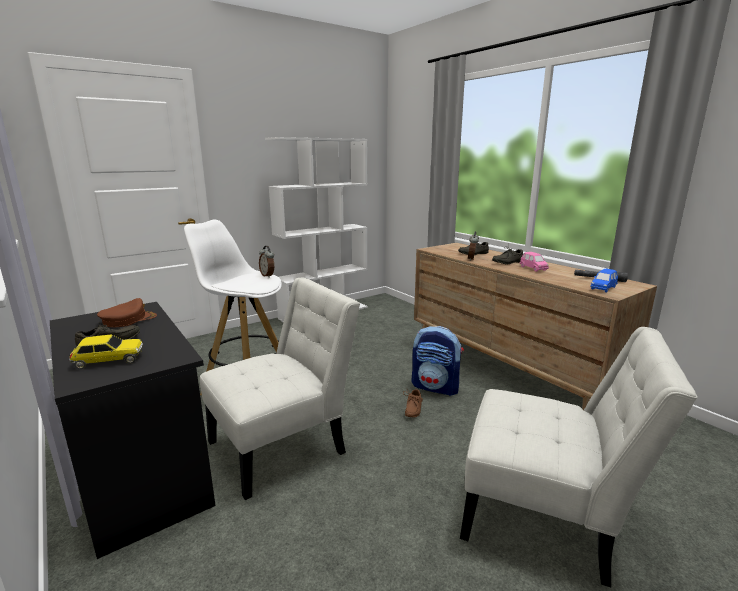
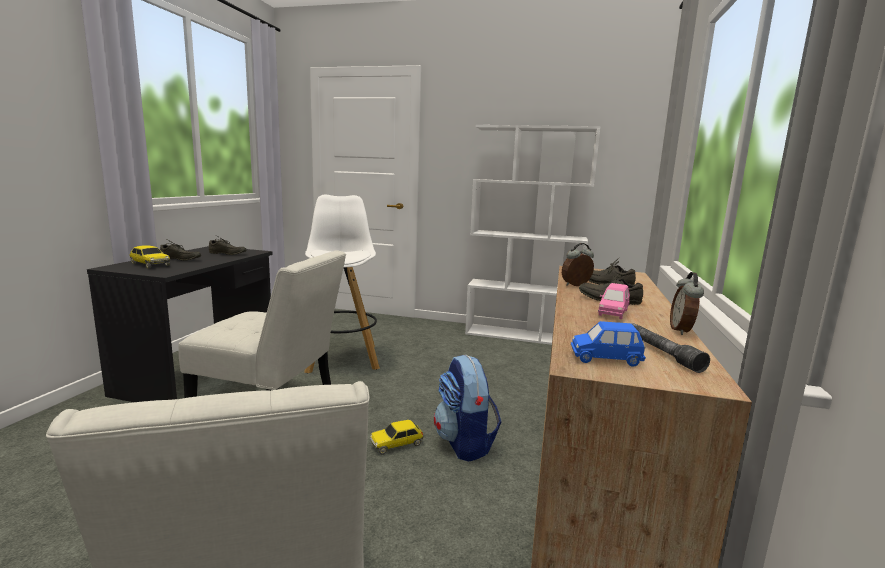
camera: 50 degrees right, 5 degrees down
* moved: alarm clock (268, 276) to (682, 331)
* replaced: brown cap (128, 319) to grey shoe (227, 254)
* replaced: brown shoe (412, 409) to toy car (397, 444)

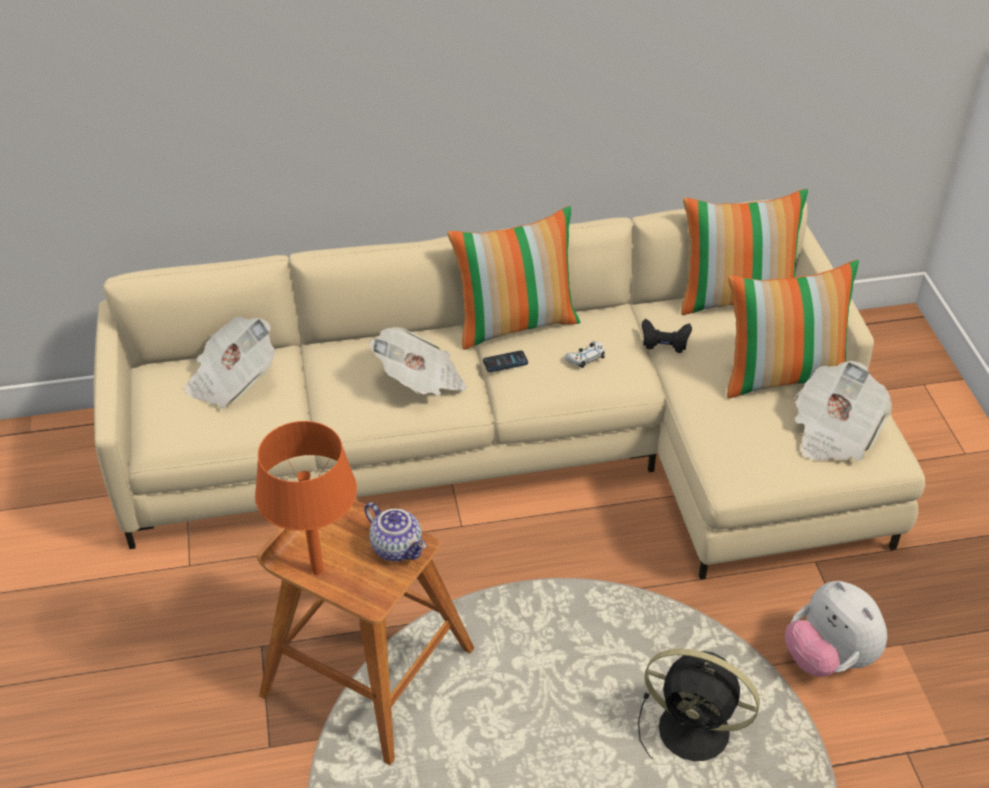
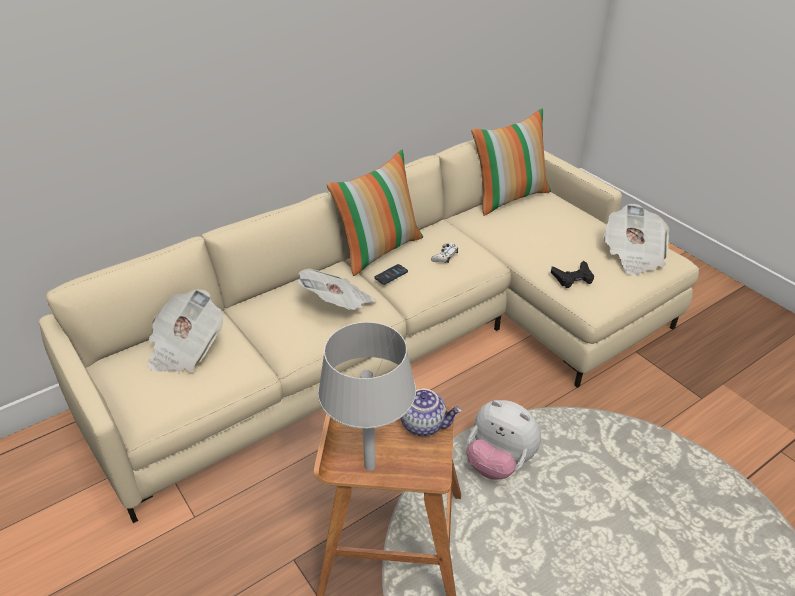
camera: 25 degrees left, 5 degrees down
* removed: pillow (783, 375)
* moved: black game controller (665, 340) to (573, 278)
* recoloured: orange table lamp (317, 569) to grey table lamp (370, 465)
* moved: plush toy (828, 658) to (499, 462)
* removed: black fan (697, 732)

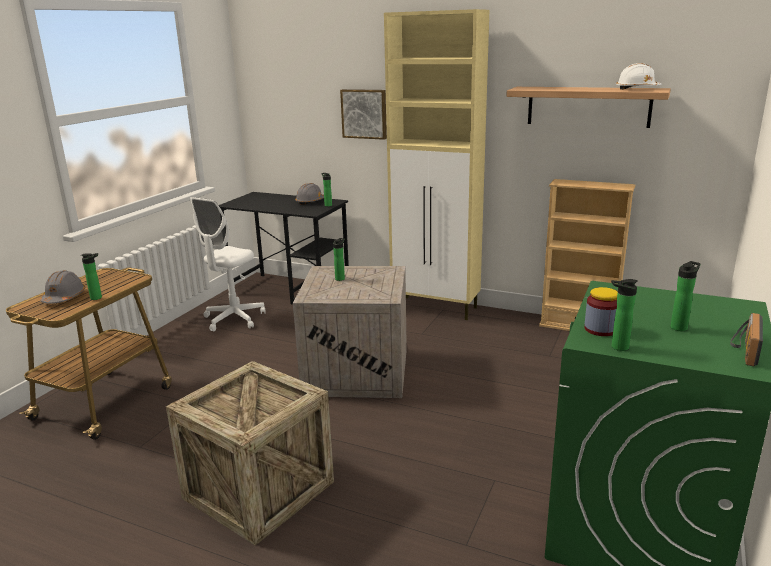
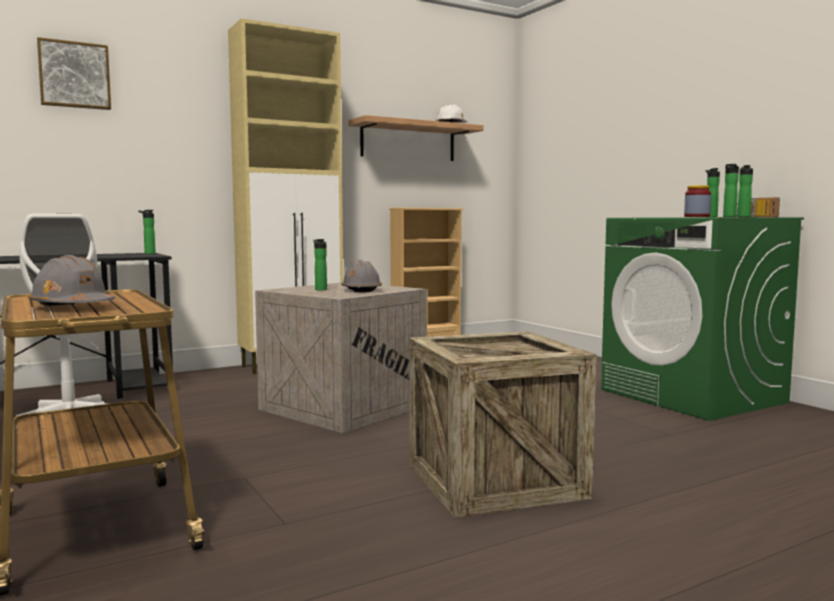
camera: 55 degrees left, 15 degrees down
* moved: picture (364, 113) to (74, 75)
* moved: grey hard hat (310, 202) to (361, 290)
* moved: bottle (98, 298) to (743, 217)

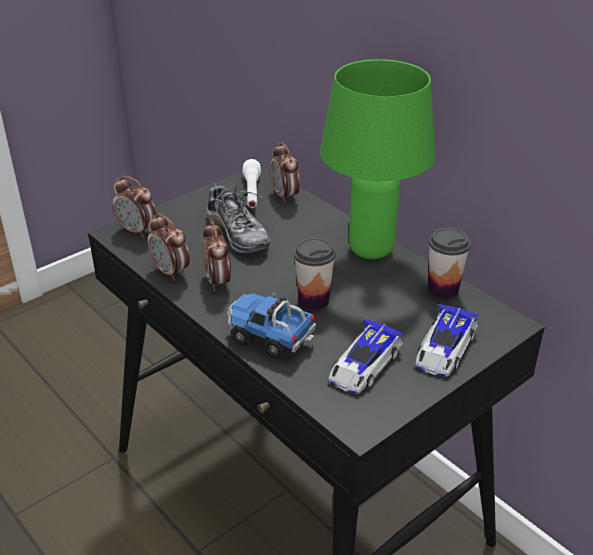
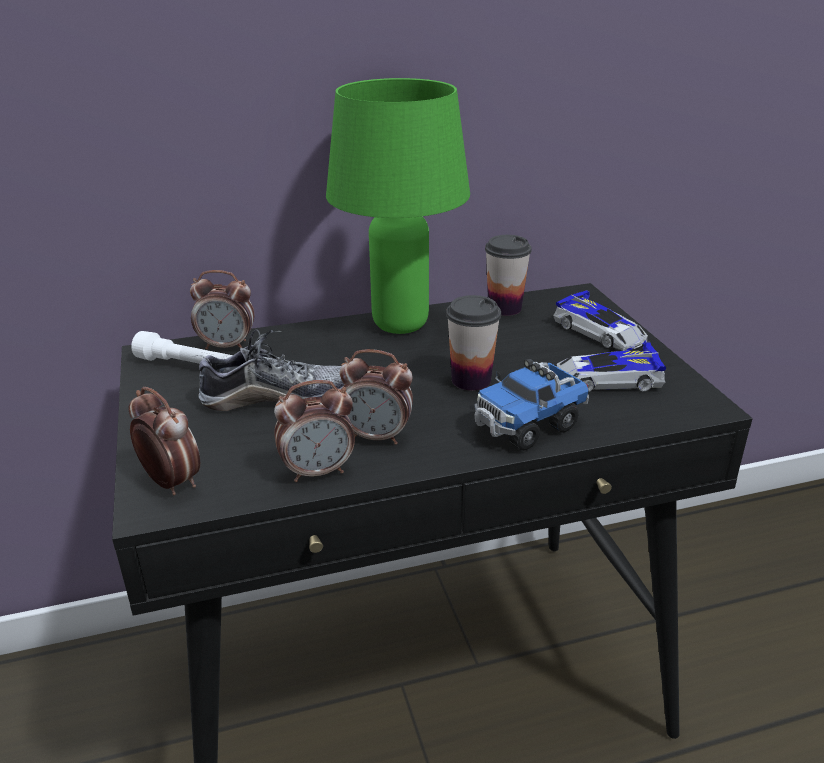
camera: 65 degrees left, 5 degrees down
* turned: alarm clock (137, 230) = (171, 482) 105 degrees counterclockwise
* turned: toy car (363, 365) = (607, 379) 120 degrees clockwise

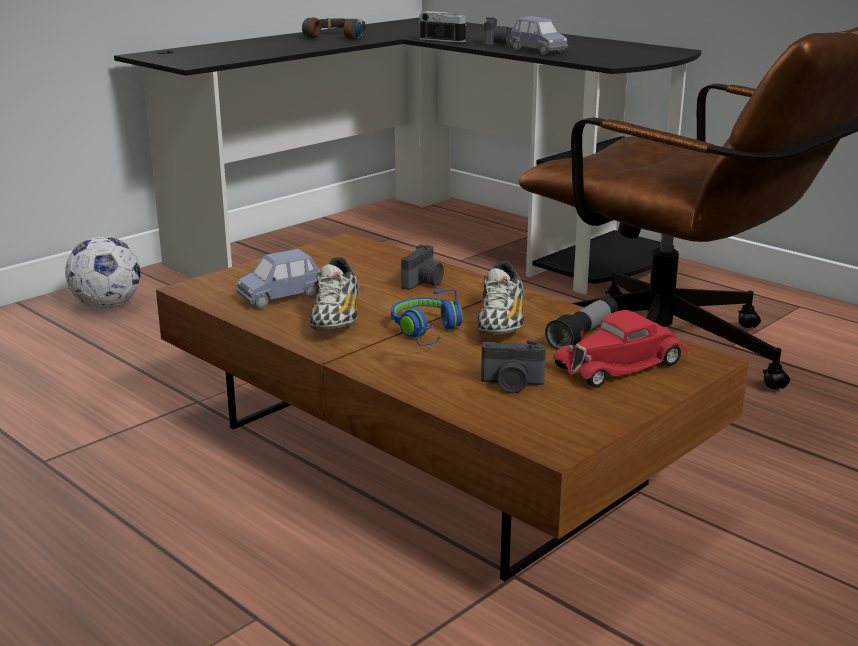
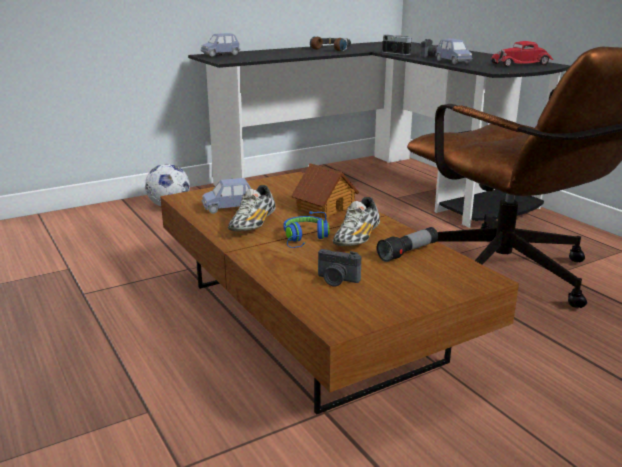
camera: 15 degrees right, 0 degrees up
* replaced: photo camera (424, 283) to toy house (324, 207)
* moved: red toy car (622, 364) to (521, 64)
* added: blue toy car (220, 54)

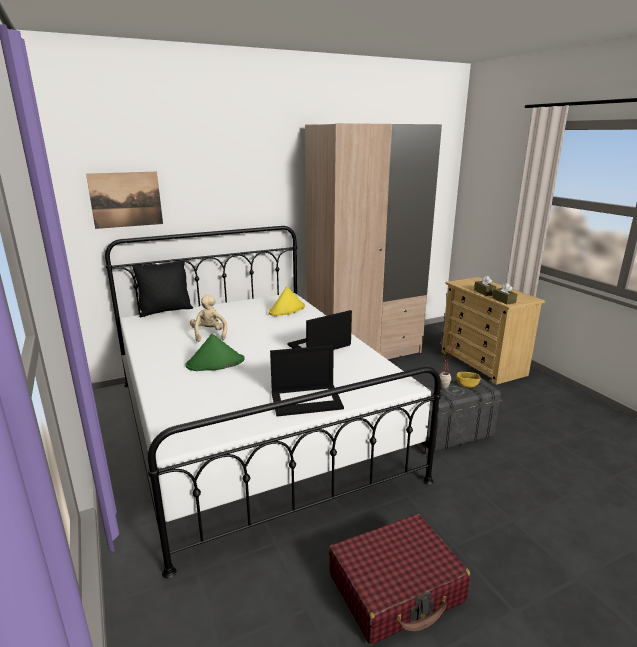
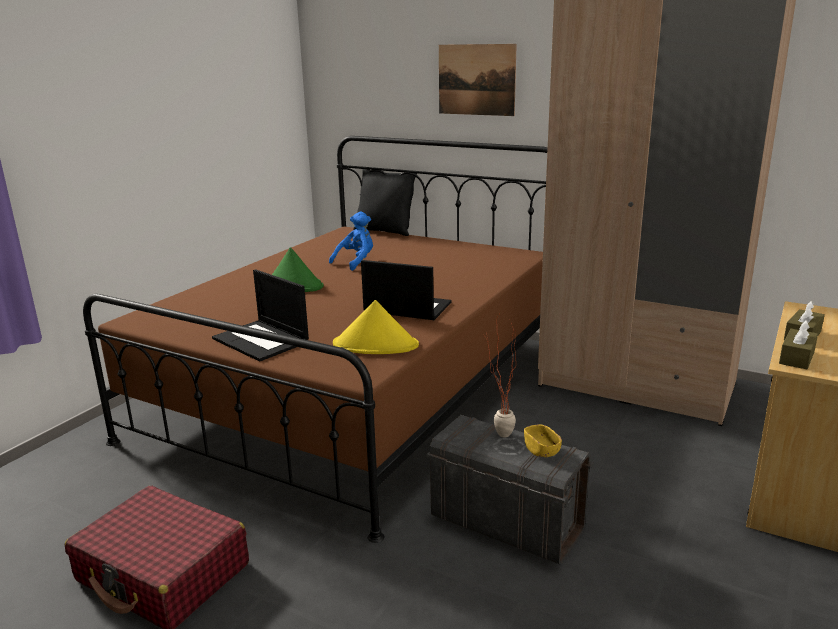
camera: 55 degrees right, 0 degrees up
* moved: picture (126, 199) to (476, 80)
* recoloured: white bed (254, 425) to brown bed (358, 388)
* moved: yellow hat (287, 310) to (376, 345)
* recoloured: beige plush toy (209, 335) to blue plush toy (356, 262)

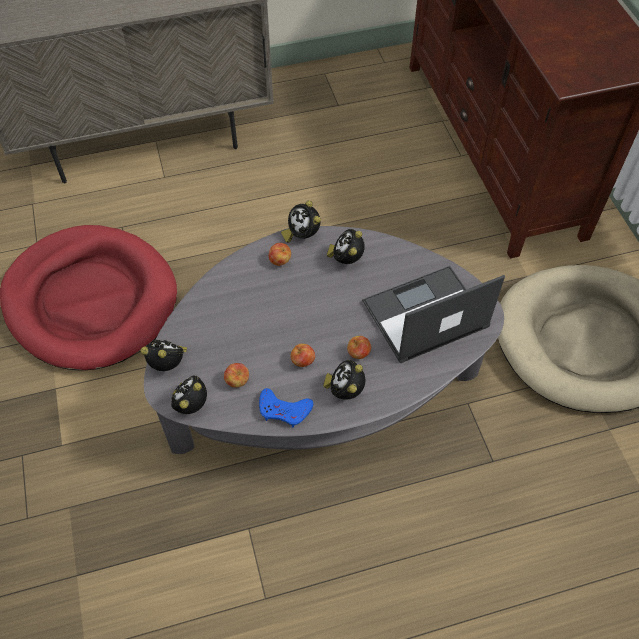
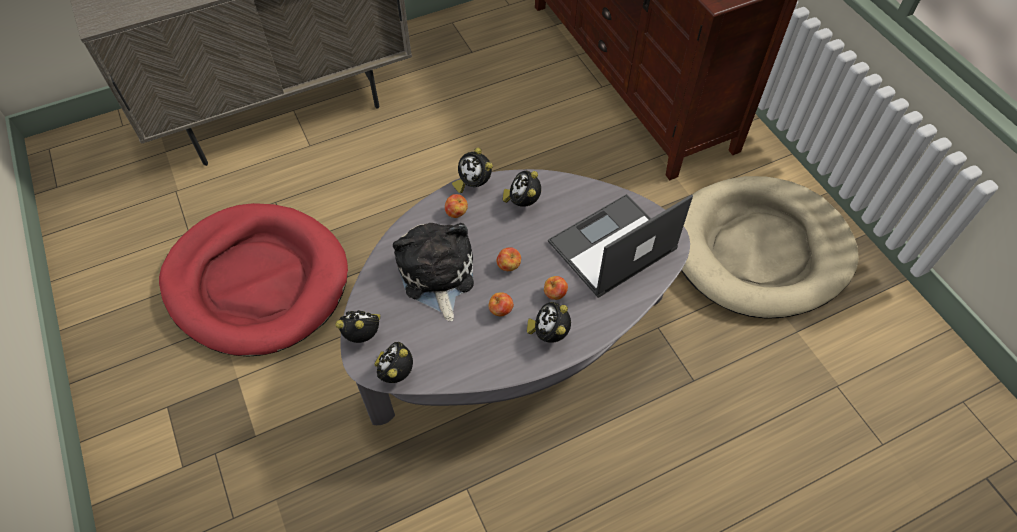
camera: 10 degrees left, 0 degrees up
* moved: apple (237, 381) to (508, 266)
* removed: blue game controller (284, 410)
* added: plush toy (436, 276)

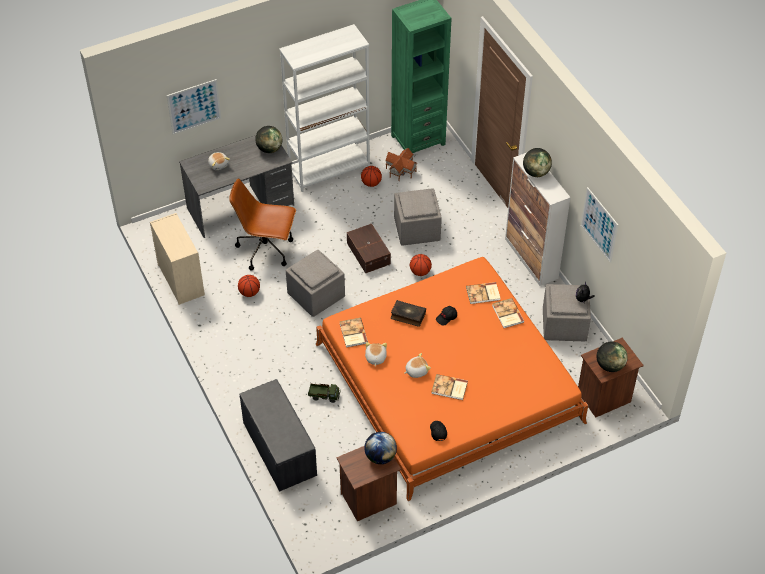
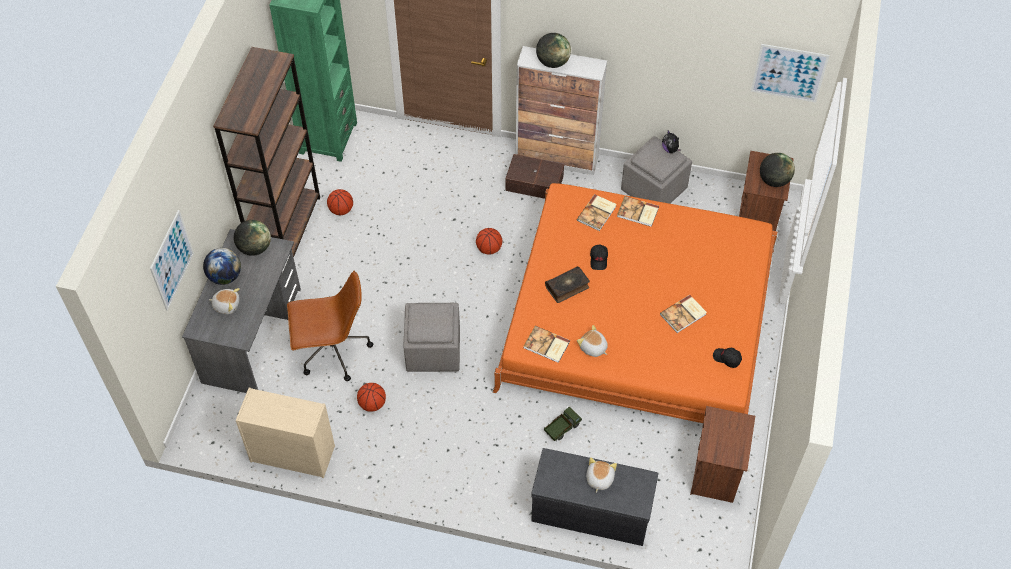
camera: 50 degrees left, 5 degrees up
* recoloured: white bookcase (329, 169) to brown bookcase (286, 230)
* removed: toy house (400, 170)
* turned: brown office chair (266, 250) = (332, 352) 150 degrees counterclockwise
* moved: picture (599, 224) to (789, 73)
* removed: grey ottoman (416, 230)
* moved: brown storage box (369, 253) to (534, 182)
* moved: plush toy (416, 371) to (599, 479)
* moved: globe (380, 456) to (225, 276)

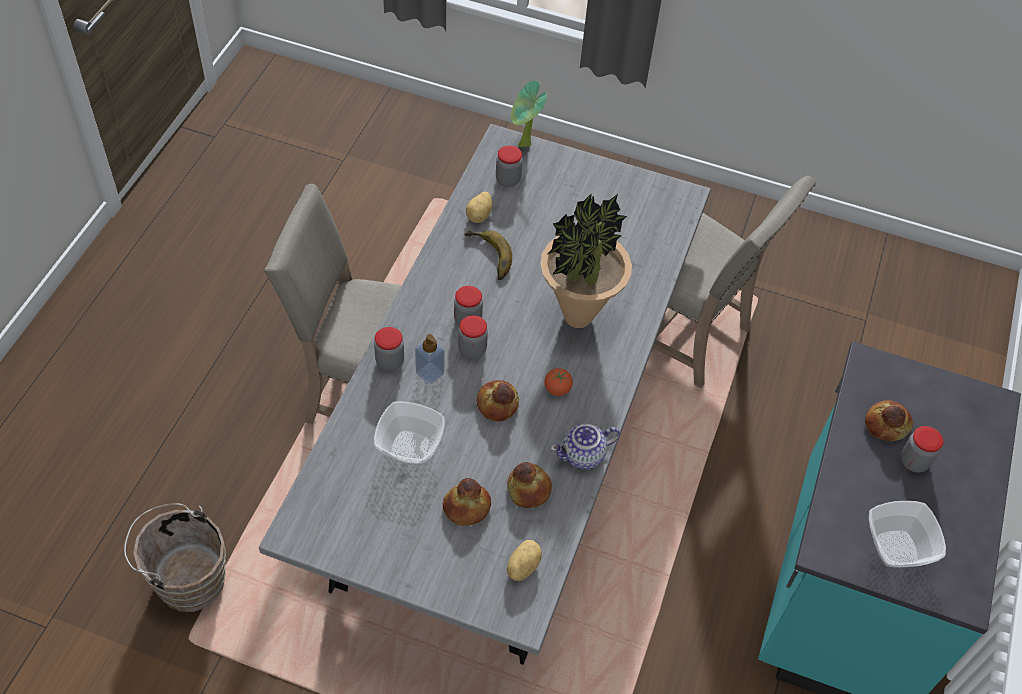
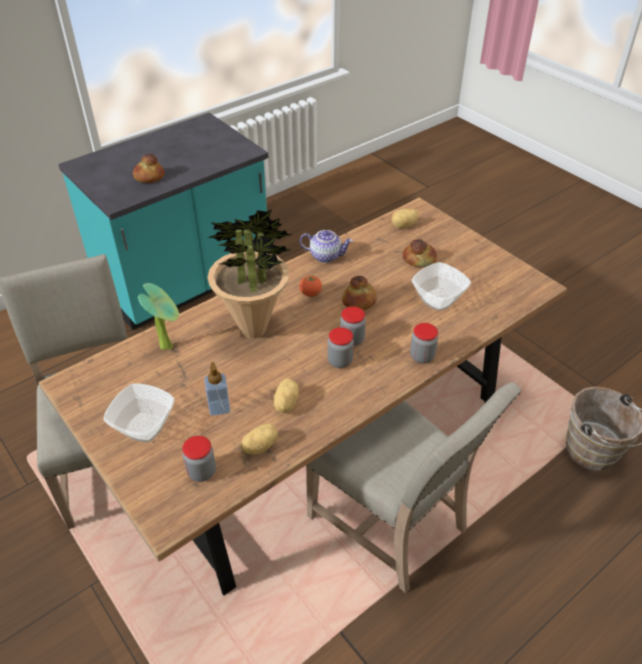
camera: 145 degrees left, 10 degrees down
* moved: potted plant (524, 146) to (168, 345)
* recoloured: grey dining table (503, 450) to brown dining table (320, 436)
* replaced: banana (487, 258) to potato (285, 403)
* moved: soap dispenser (430, 373) to (219, 407)
* removed: jar (914, 461)
* removed: bread (529, 489)
* moved: bowl (895, 548) to (144, 428)

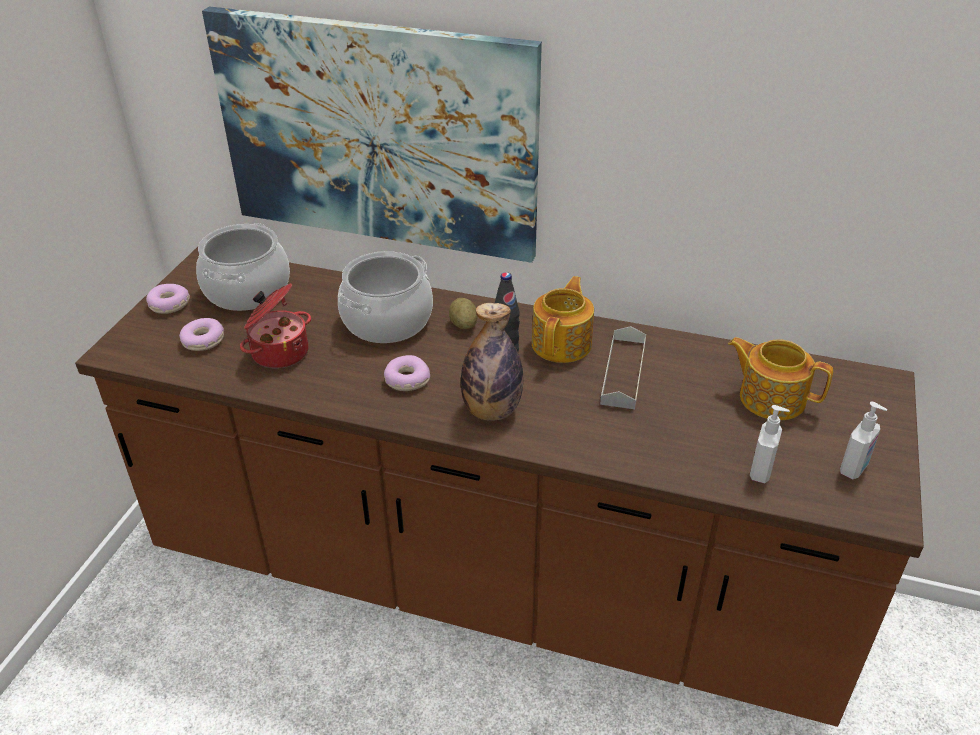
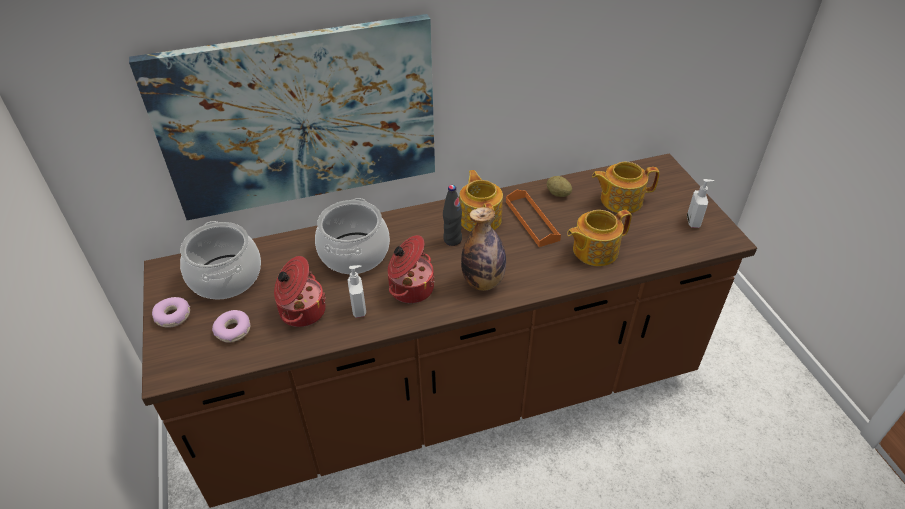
camera: 35 degrees left, 5 degrees up
* moved: potato (463, 324) to (558, 194)
* recoloured: grey tray (623, 372) to orange tray (532, 220)
* replaced: donut (406, 380) to cooking pot (410, 288)
* moved: soap dispenser (762, 472) to (359, 309)
* added: teapot (594, 250)

